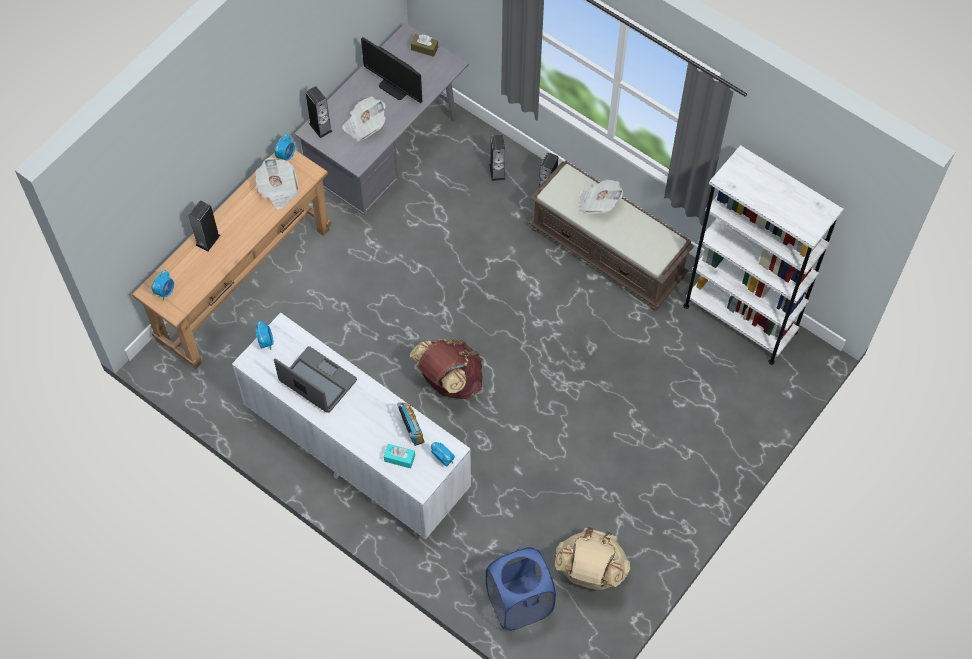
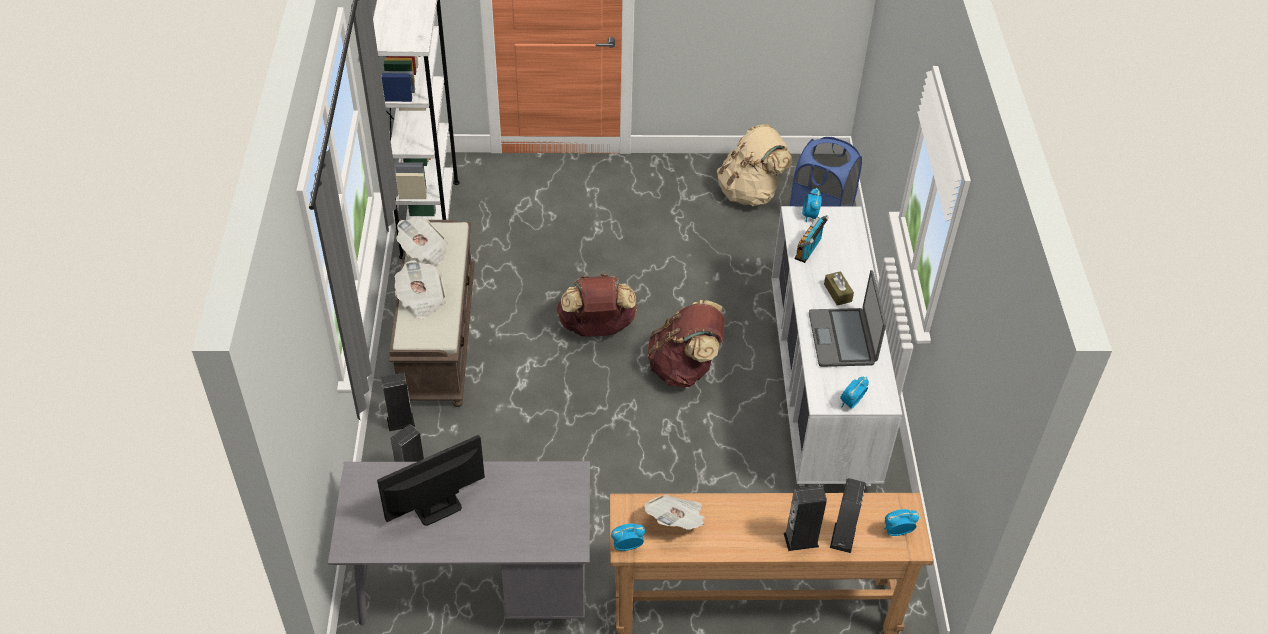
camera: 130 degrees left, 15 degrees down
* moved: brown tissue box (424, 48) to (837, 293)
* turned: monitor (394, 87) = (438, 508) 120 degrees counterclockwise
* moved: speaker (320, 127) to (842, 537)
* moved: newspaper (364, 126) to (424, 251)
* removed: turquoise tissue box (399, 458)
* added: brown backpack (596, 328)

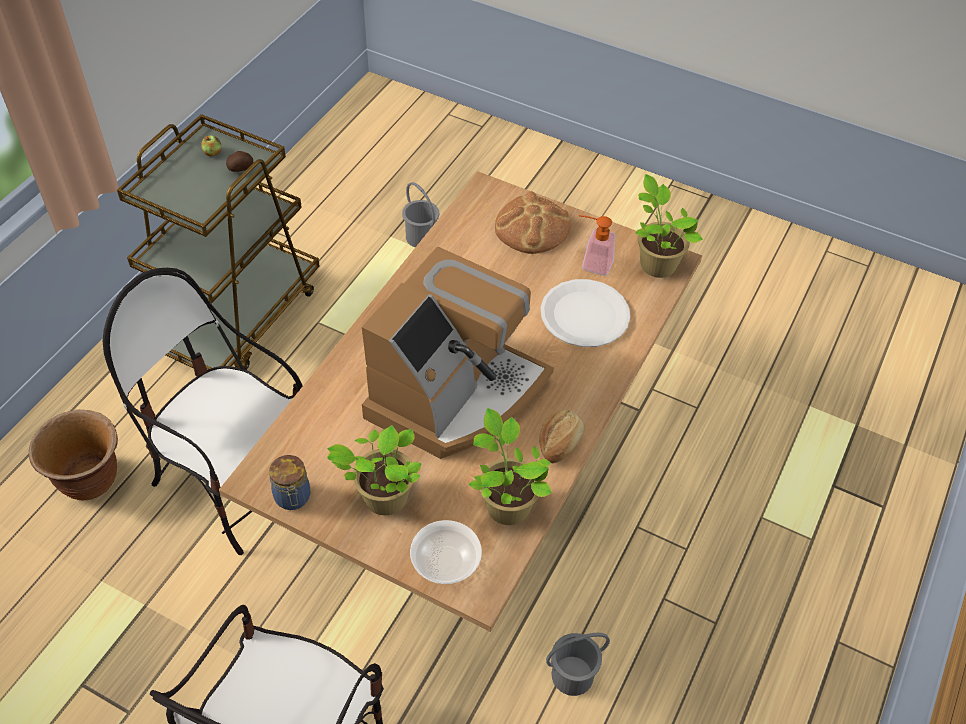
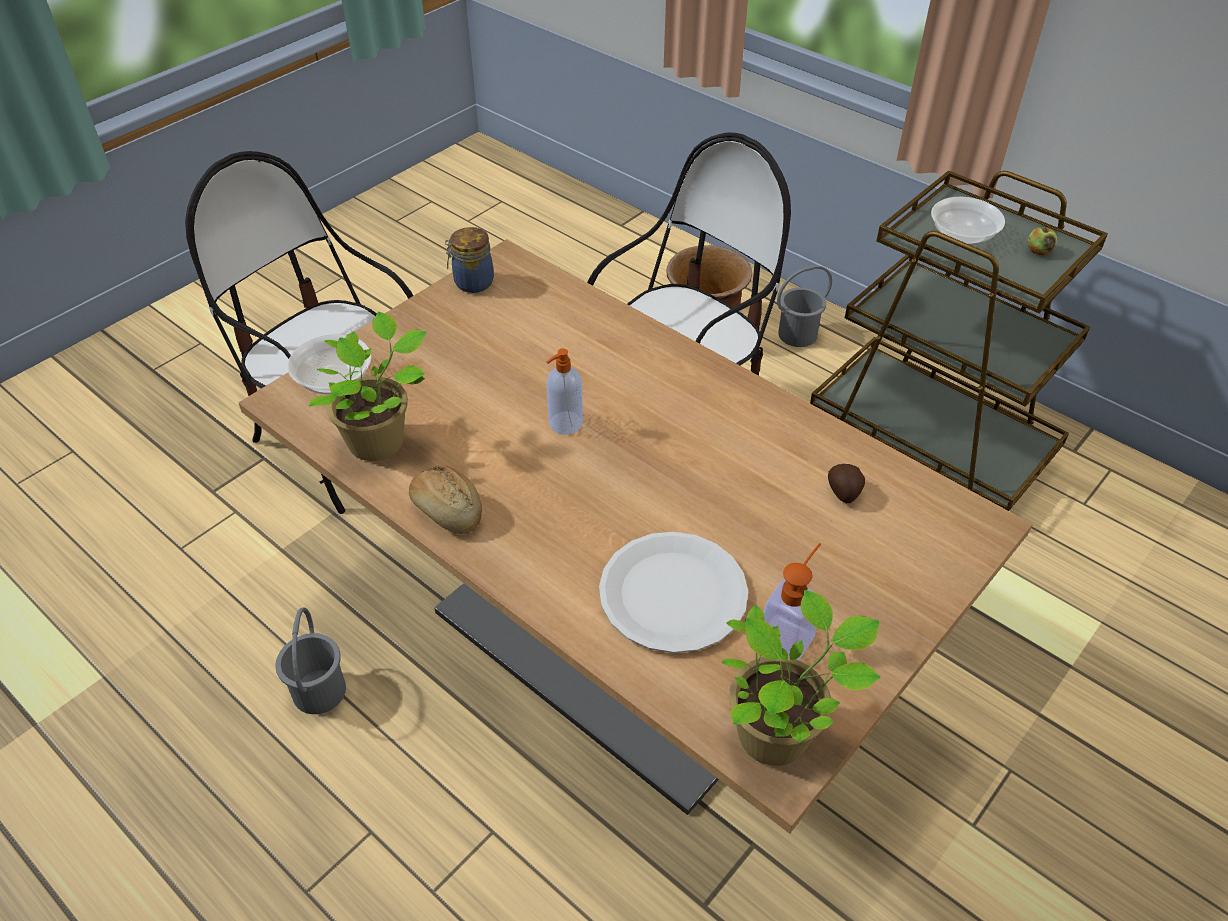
camera: 105 degrees right, 5 degrees down
* moved: potato (241, 169) to (844, 493)
* moved: grey bucket (421, 237) to (797, 334)
* removed: bread (532, 227)
* replaced: coffee machine (456, 394) to soap dispenser (564, 424)
* removed: potted plant (382, 499)
* added: bowl (962, 235)

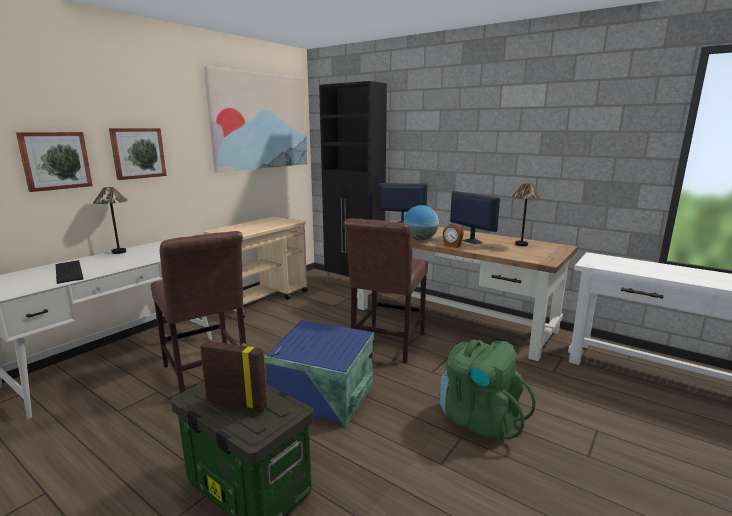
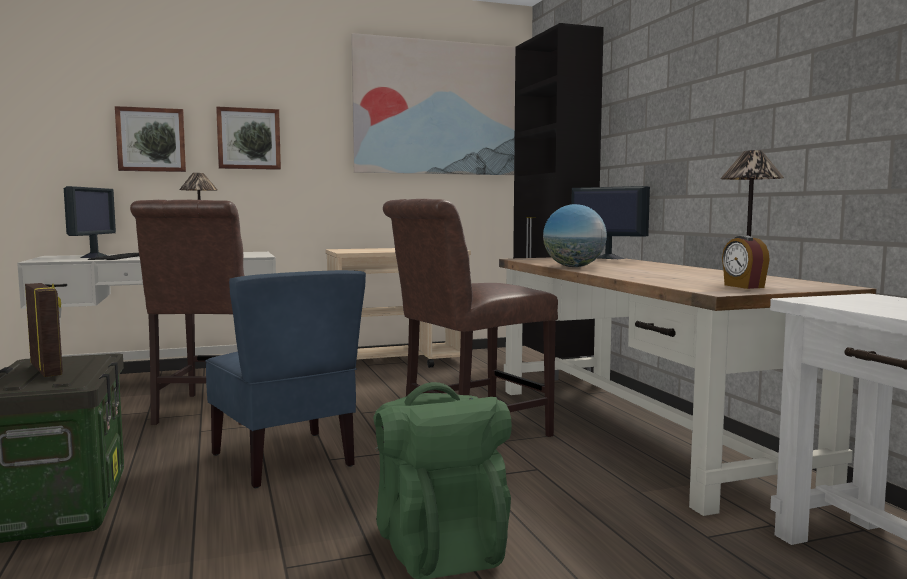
camera: 35 degrees right, 10 degrees down
* moved: monitor (471, 241) to (95, 256)
* moved: alarm clock (452, 245) to (743, 286)
* replaced: blue storage box (323, 397) to blue chair (285, 460)

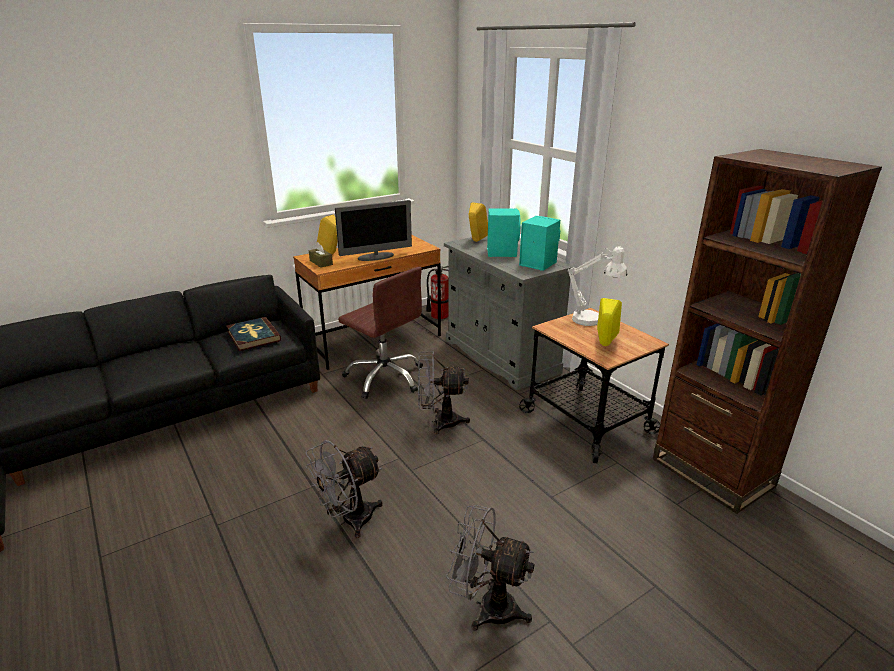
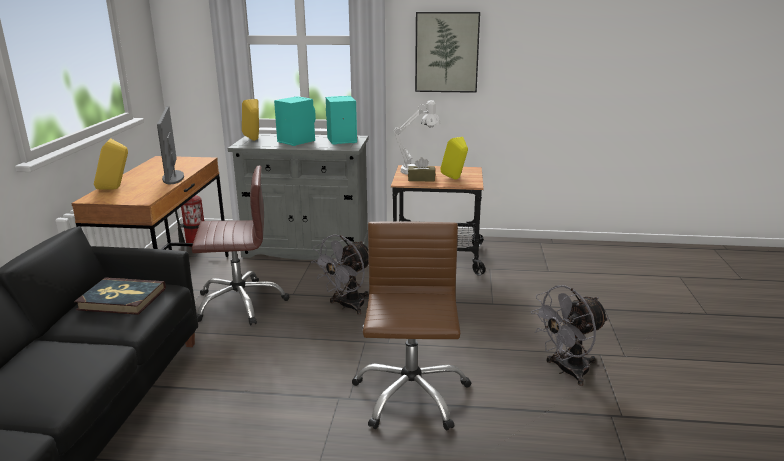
camera: 50 degrees left, 5 degrees down
* removed: brown bookcase (712, 472)
* turned: monitor (376, 257) = (173, 178) 150 degrees clockwise
* moved: brown tissue box (321, 262) to (421, 179)
* replaced: grey fan (349, 520) to brown office chair (410, 395)
* added: picture (446, 52)

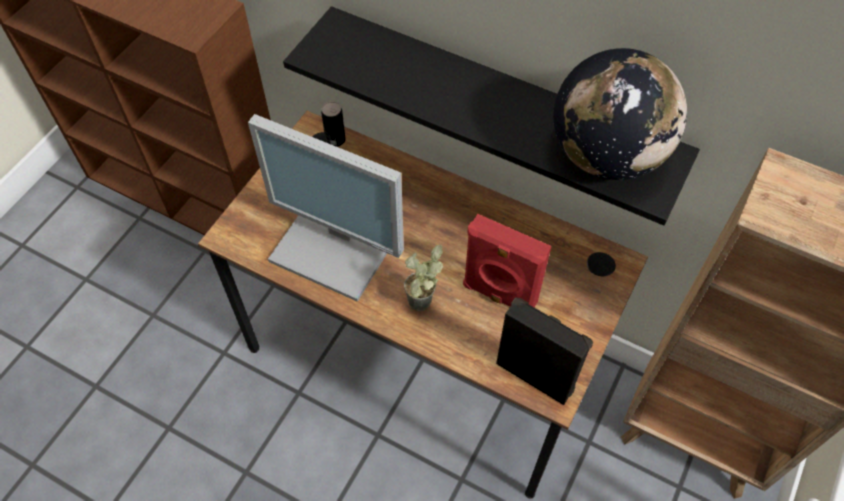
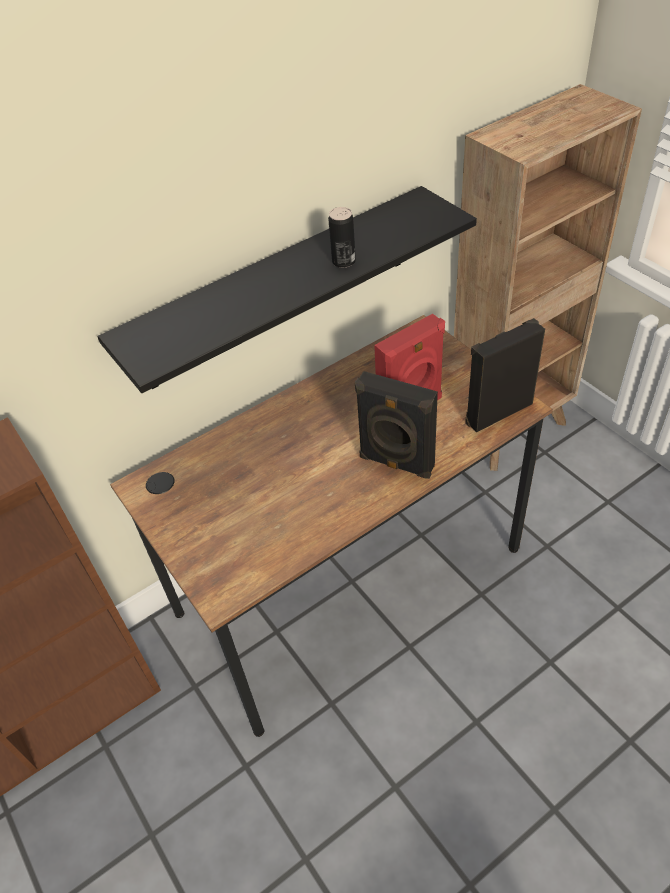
camera: 60 degrees left, 10 degrees down
* removed: globe (607, 155)
* moved: can (335, 140) to (343, 261)
* removed: monitor (338, 245)
* replaced: potted plant (422, 308) to black speaker (396, 463)

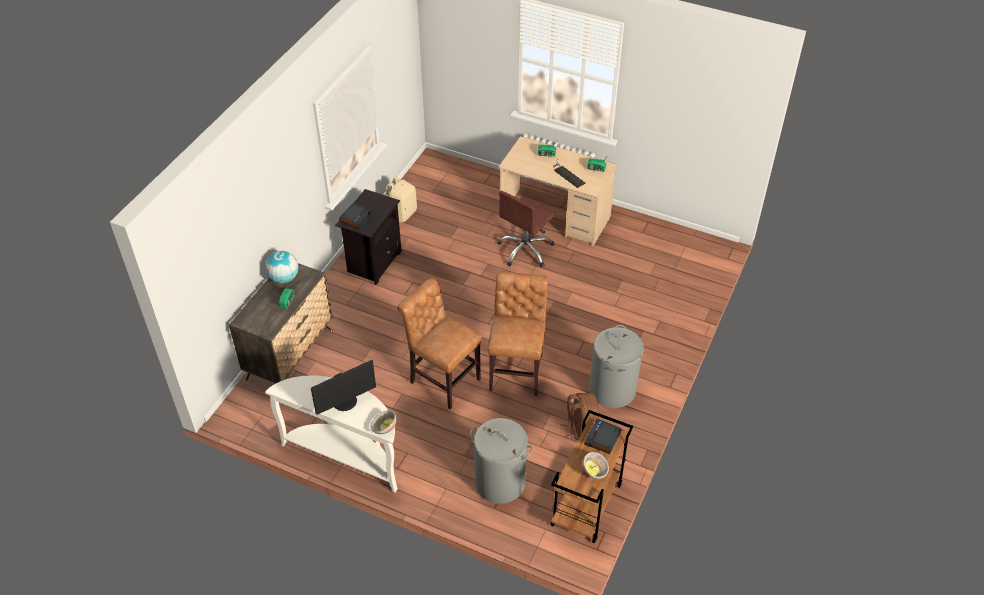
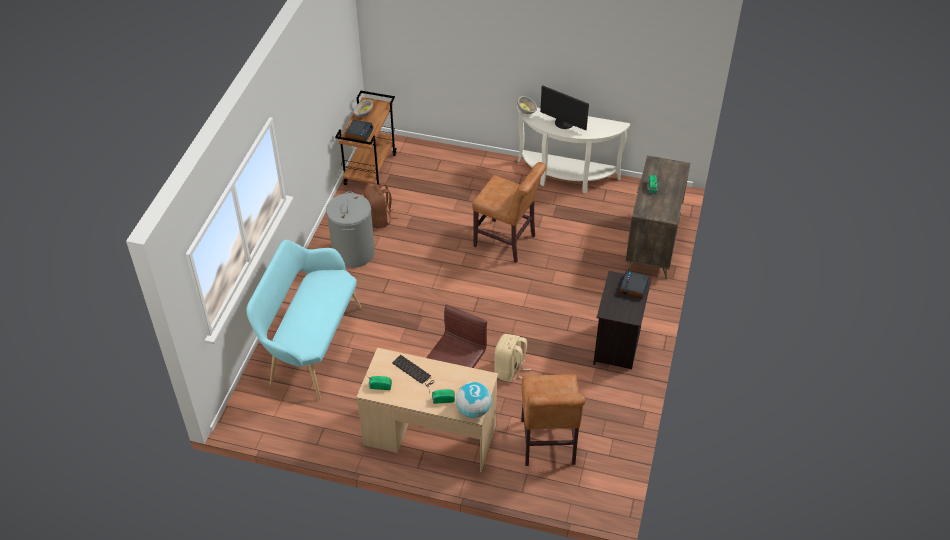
camera: 170 degrees right, 0 degrees up
* moved: beige backpack (402, 214) to (510, 370)
* moved: globe (284, 278) to (473, 410)
* moved: brown chair (517, 370) to (548, 445)
* turned: monitor (345, 402) = (563, 123) 105 degrees counterclockwise
* removed: grey laundry basket (500, 482)
* added: turquoise bench (310, 345)

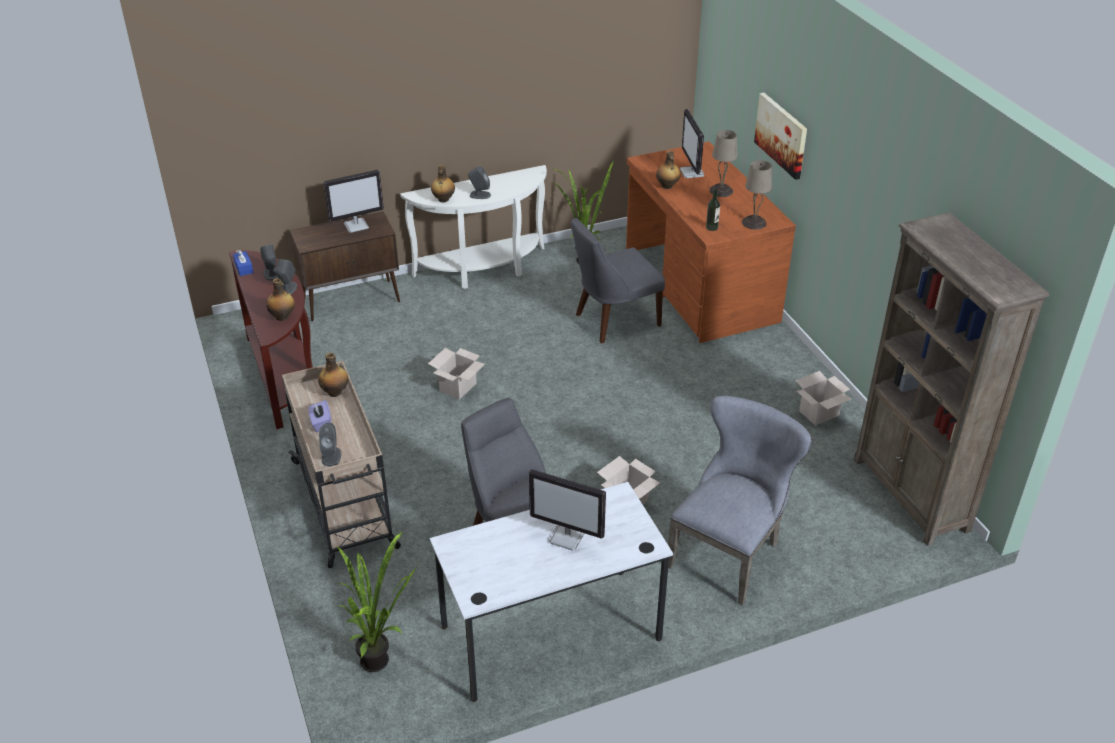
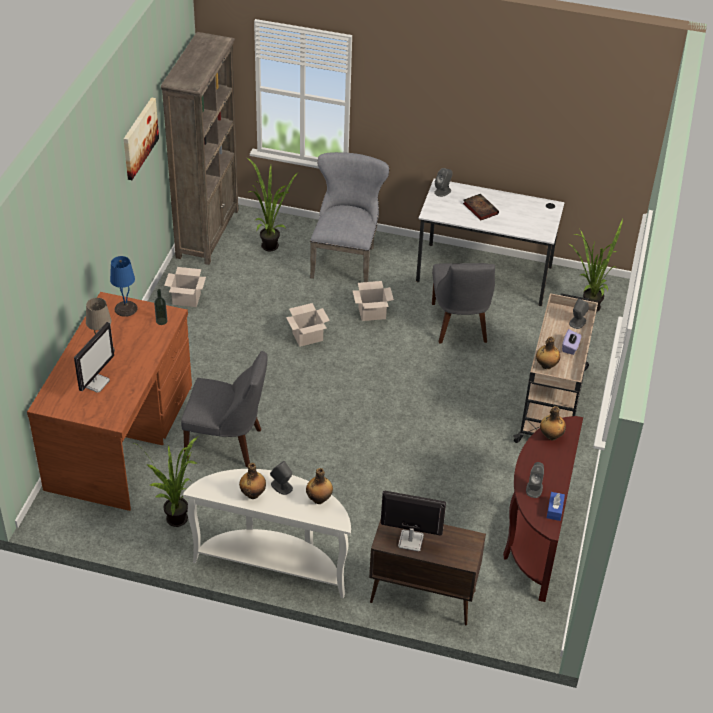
camera: 145 degrees left, 5 degrees up
* moved: picture (781, 135) to (139, 138)
* moved: bottle (667, 186) to (253, 494)
* recoloured: beige table lamp (753, 222) to blue table lamp (126, 309)
* moved: grey speaker (287, 288) to (443, 191)
* moved: cardboard box (458, 387) to (308, 336)
* turned: grey chair (729, 552) = (346, 259) 120 degrees clockwise
* replaced: monitor (567, 537) to book (479, 208)
* added: potted plant (268, 244)

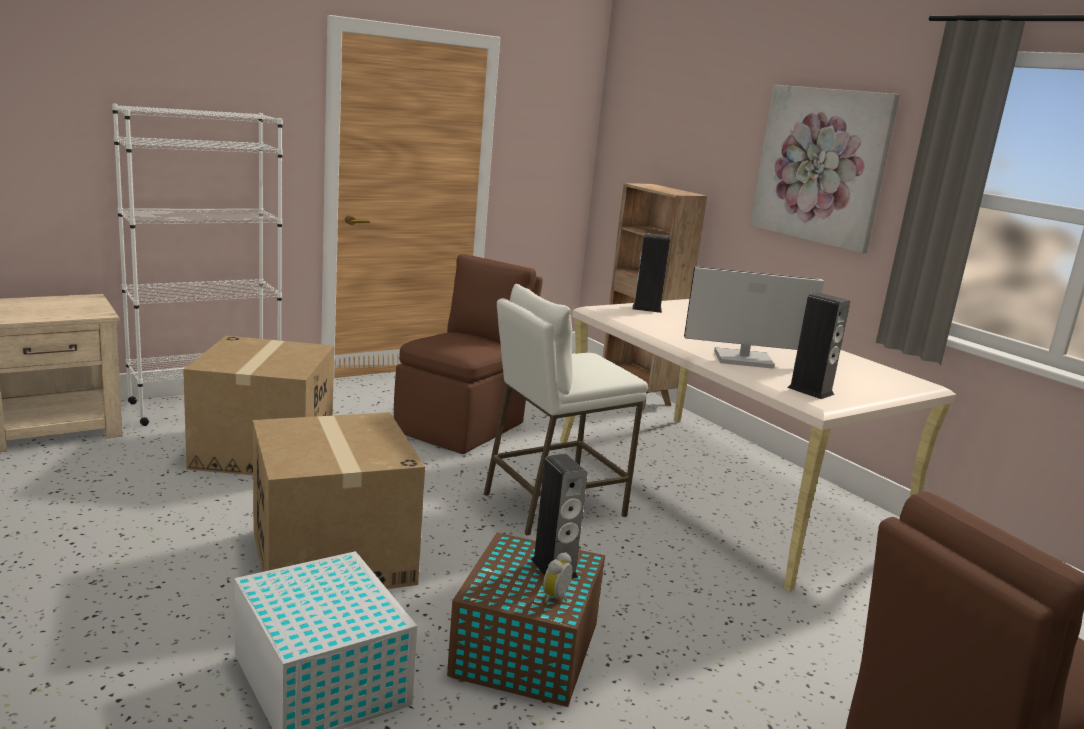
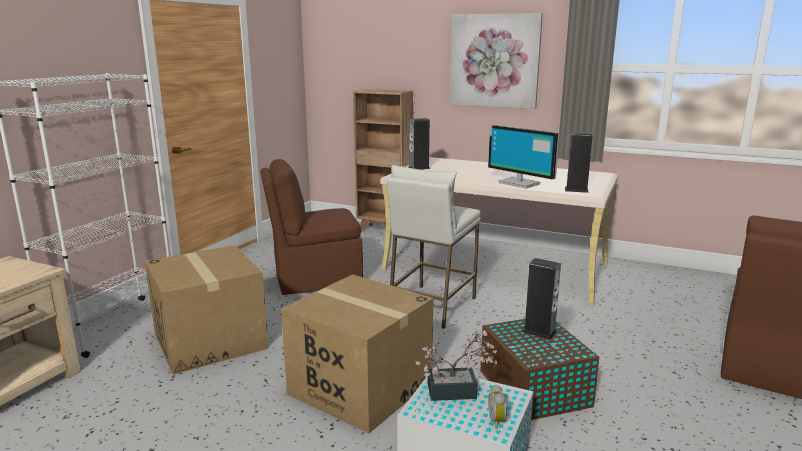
camera: 30 degrees left, 0 degrees up
* turned: brown chair (463, 426) = (315, 279) 105 degrees counterclockwise
* turned: monitor (743, 360) = (520, 183) 105 degrees counterclockwise
* moved: alarm clock (557, 598) to (498, 421)
* added: potted plant (458, 391)

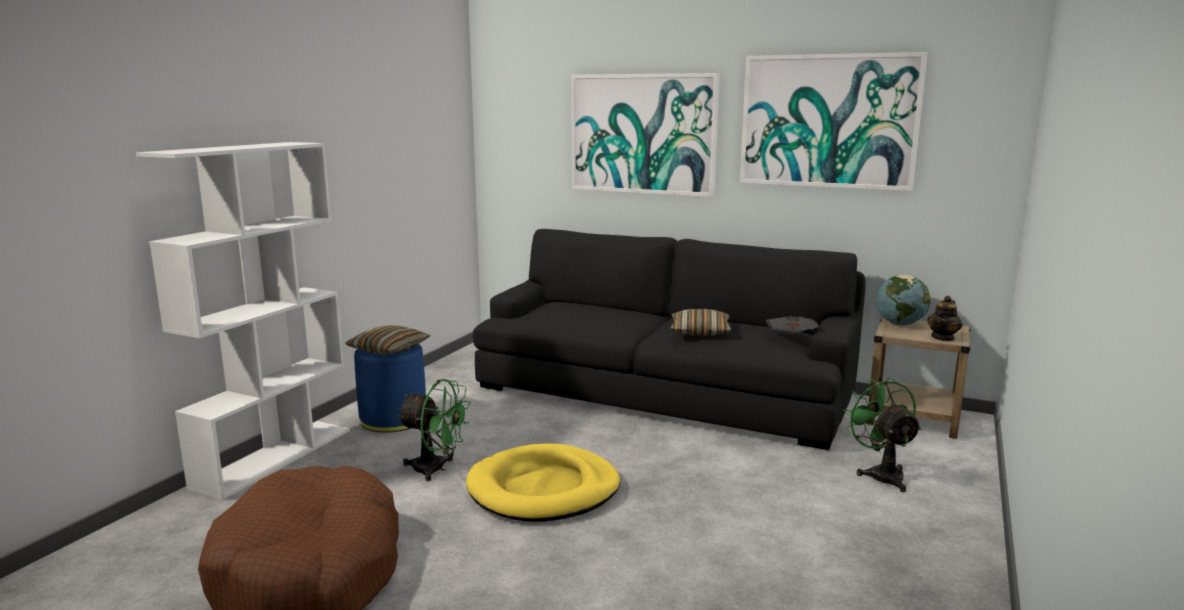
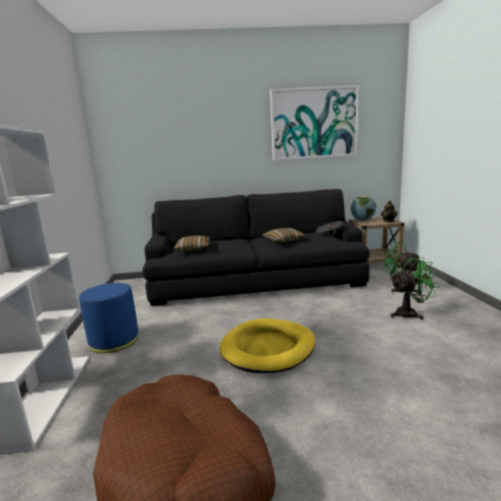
camera: 30 degrees left, 0 degrees up
* removed: picture (643, 134)
* moved: pillow (388, 349) to (193, 248)
* moved: green fan (436, 469) to (410, 313)

